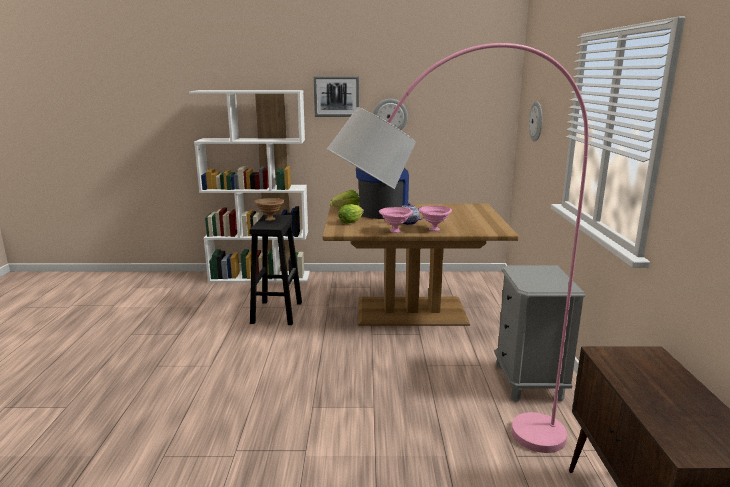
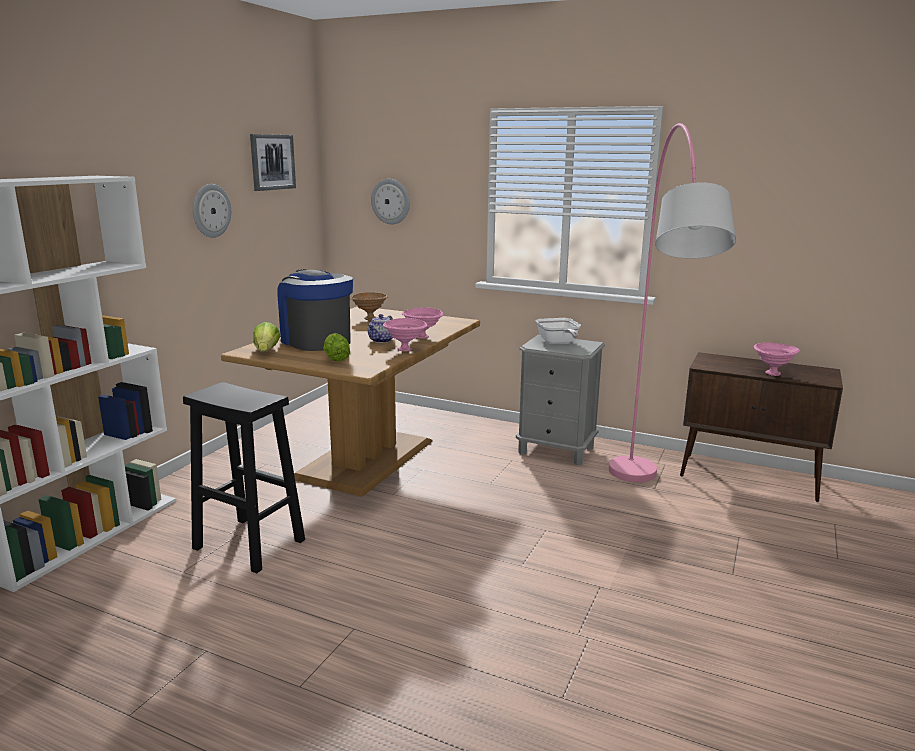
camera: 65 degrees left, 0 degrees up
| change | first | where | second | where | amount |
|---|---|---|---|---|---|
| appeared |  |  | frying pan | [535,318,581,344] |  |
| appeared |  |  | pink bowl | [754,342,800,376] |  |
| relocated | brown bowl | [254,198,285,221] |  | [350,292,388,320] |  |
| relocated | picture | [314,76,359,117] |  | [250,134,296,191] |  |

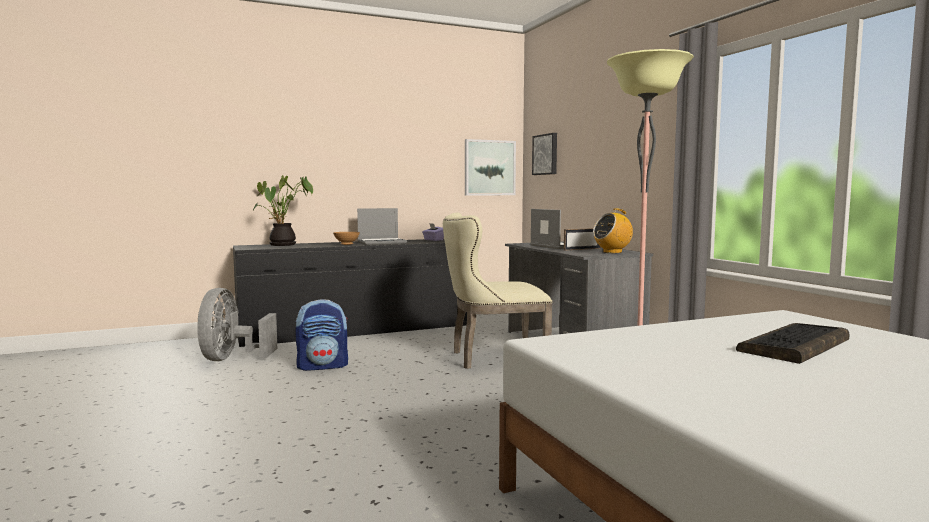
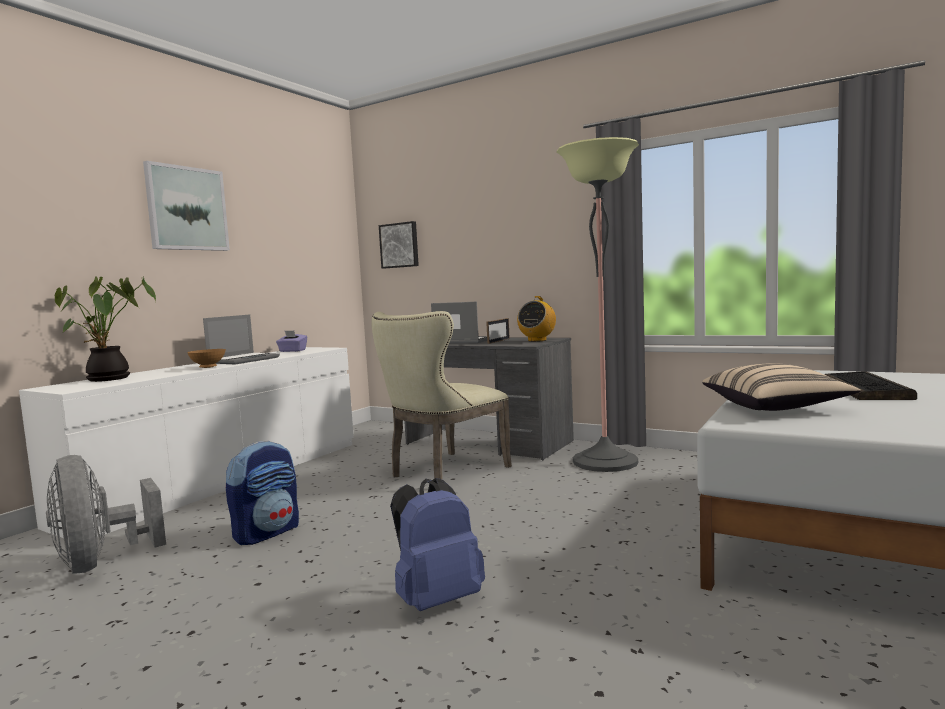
camera: 35 degrees left, 0 degrees up
| change | first | where | second | where | amount |
|---|---|---|---|---|---|
| appeared |  |  | blue backpack | [390,478,485,611] |  |
| appeared |  |  | beige pillow | [702,363,861,411] |  |
| relocated | picture | [465,139,516,195] |  | [143,161,230,251] |  |
| colour | black dresser | [233,239,467,347] | white dresser | [19,347,354,538] |  |

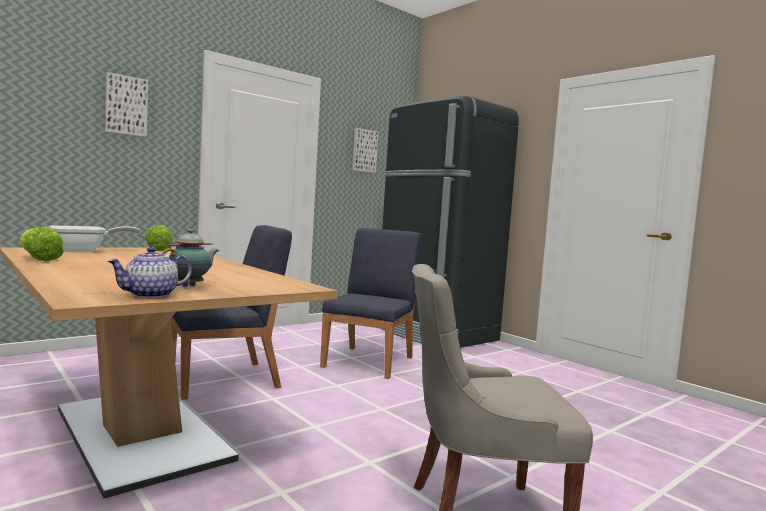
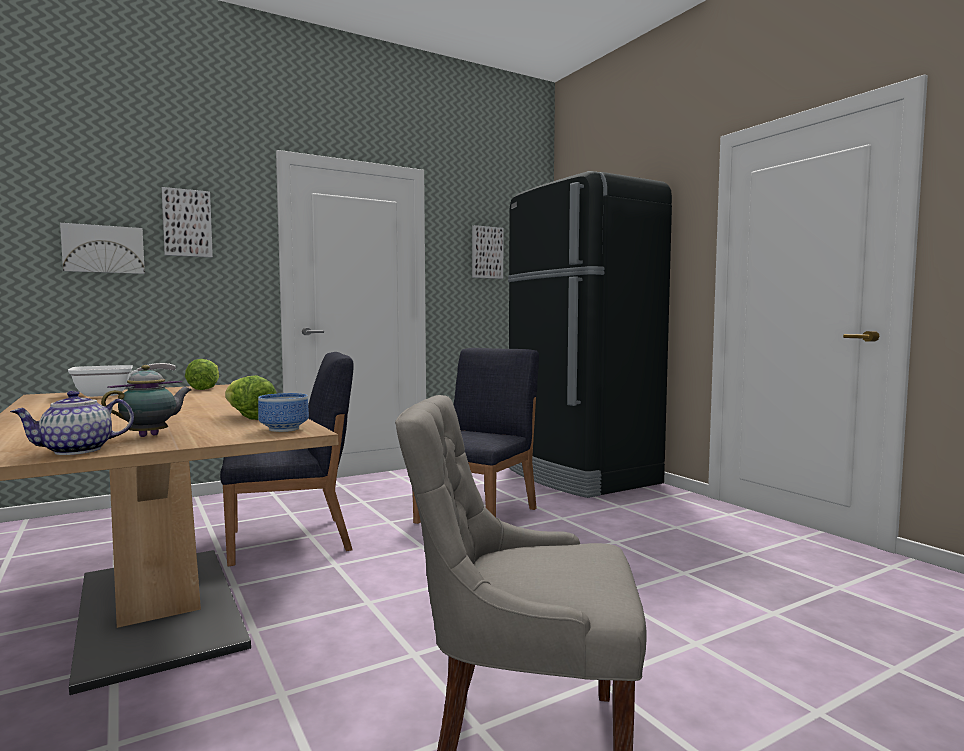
camera: 10 degrees right, 0 degrees up
| change | first | where | second | where | amount |
|---|---|---|---|---|---|
| appeared |  |  | picture | [60,223,145,274] |  |
| appeared |  |  | bowl | [258,393,309,432] |  |
| relocated | lettuce | [20,227,64,261] |  | [225,375,277,420] |  |

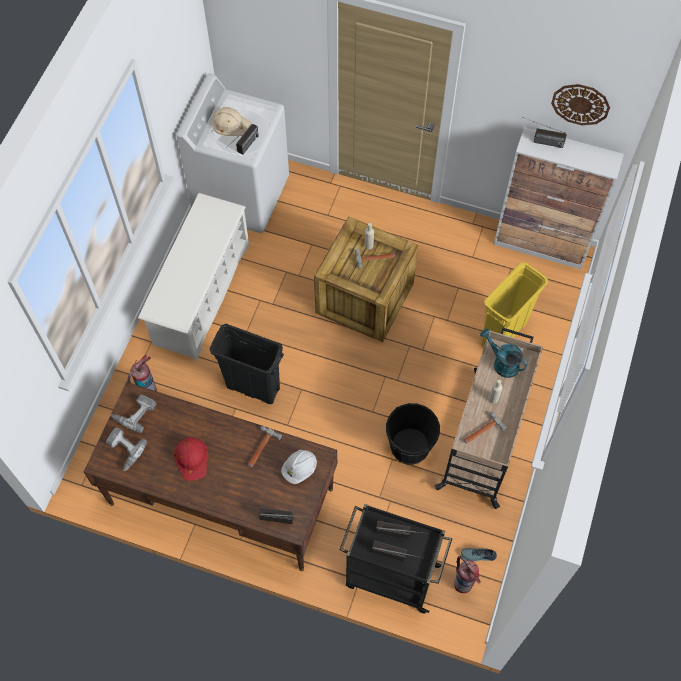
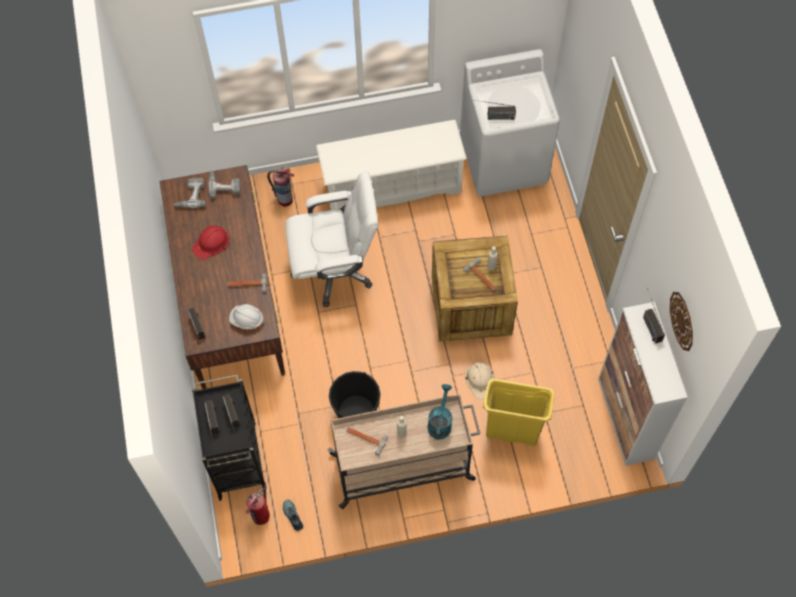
camera: 60 degrees right, 0 degrees up
| change | first | where | second | where | amount |
|---|---|---|---|---|---|
| relocated | beige hard hat | [212,107,252,136] |  | [464,362,494,399] |  |
| exchanged | black trash can | [210,324,284,404] | white office chair | [285,171,378,307] |  |

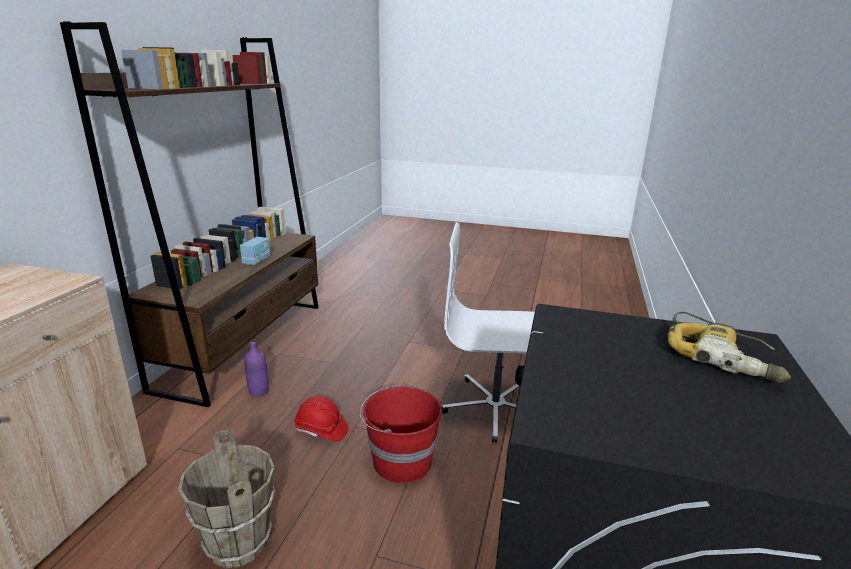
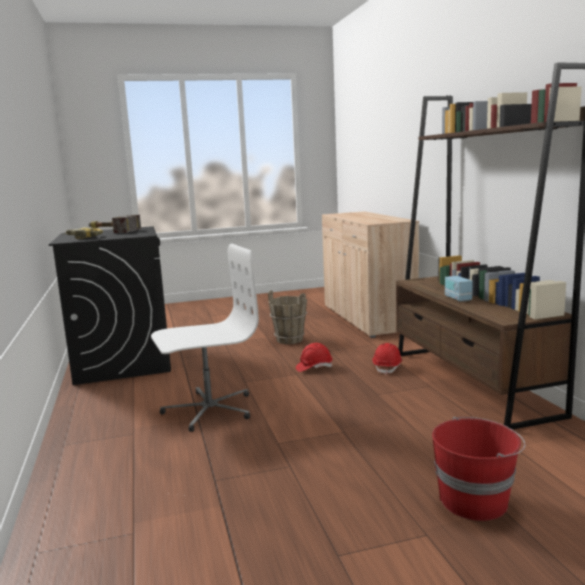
camera: 150 degrees right, 10 degrees down
| change | first | where | second | where | amount |
|---|---|---|---|---|---|
| appeared |  |  | hammer | [89,215,141,233] |  |
| relocated | red bucket | [359,385,442,483] |  | [432,417,525,521] |  |
| exchanged | purple bottle | [244,342,269,397] | red hard hat | [372,343,403,375] |  |

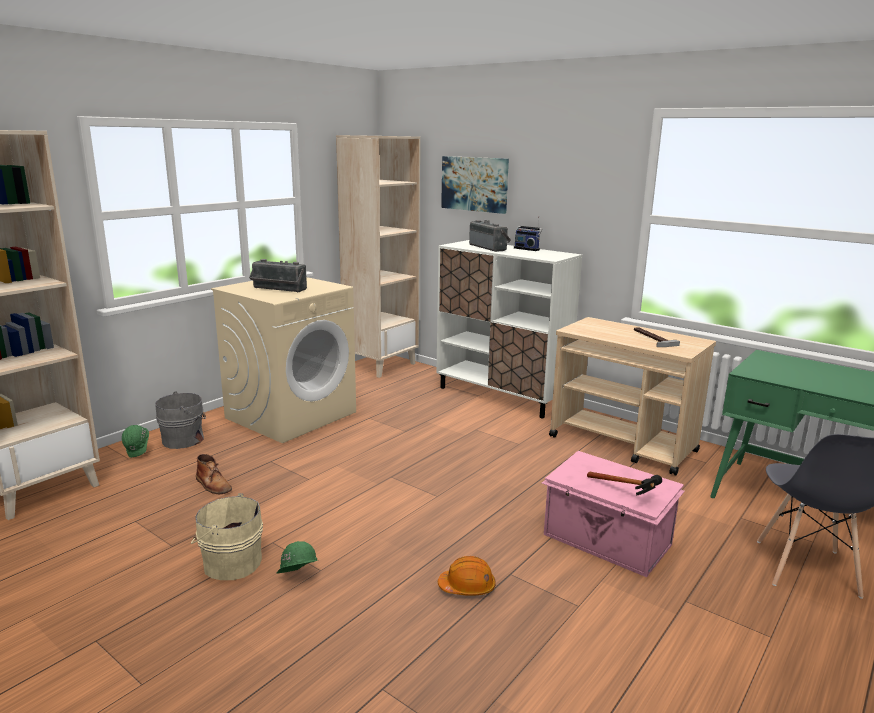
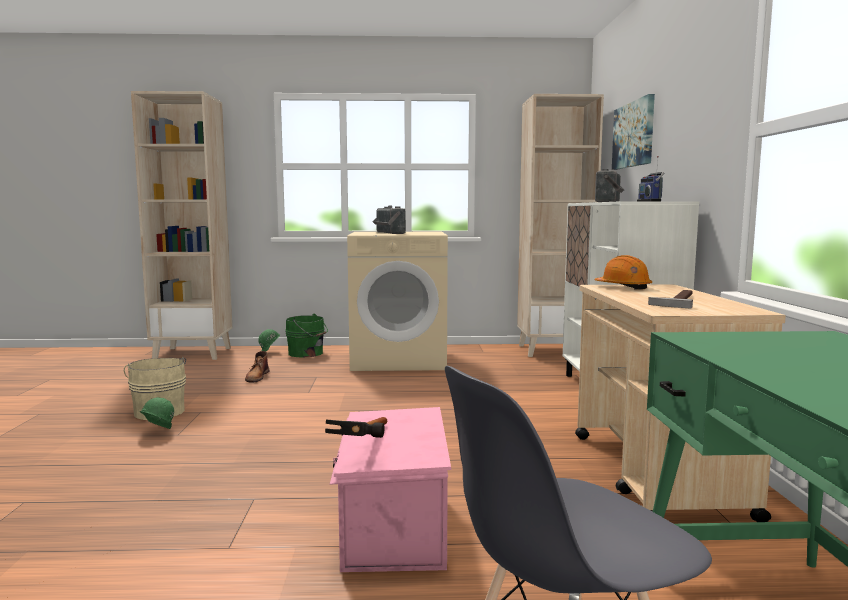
camera: 50 degrees right, 10 degrees down
| change | first | where | second | where | amount |
|---|---|---|---|---|---|
| relocated | orange hard hat | [438,556,496,596] |  | [595,255,652,290] |  |
| colour | grey bucket | [155,391,206,449] | green bucket | [285,314,328,357] |  |

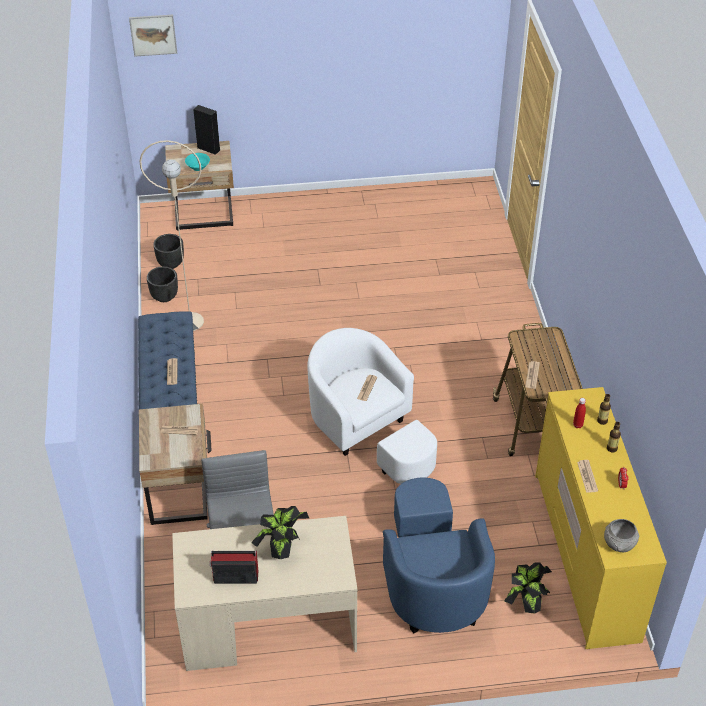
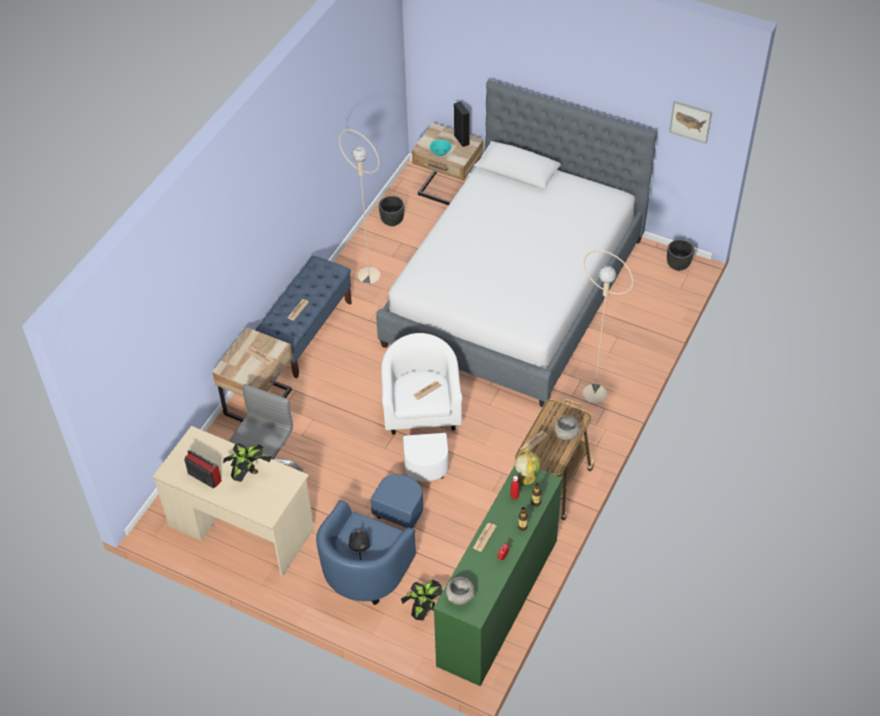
camera: 35 degrees right, 5 degrees up
| change | first | where | second | where | amount |
|---|---|---|---|---|---|
| appeared |  |  | black plush toy | [348,528,370,560] |  |
| appeared |  |  | bed | [376,80,657,407] |  |
| appeared |  |  | globe | [515,449,540,484] |  |
| appeared |  |  | grey bowl | [554,415,581,441] |  |
| appeared |  |  | beige floor lamp | [582,250,633,404] |  |
| relocated | picture | [129,15,177,57] |  | [669,101,712,144] |  |
| relocated | black planter | [147,266,178,302] |  | [667,239,694,271] |  |
| colour | yellow dresser | [535,387,667,649] | green dresser | [433,466,562,686] |  |

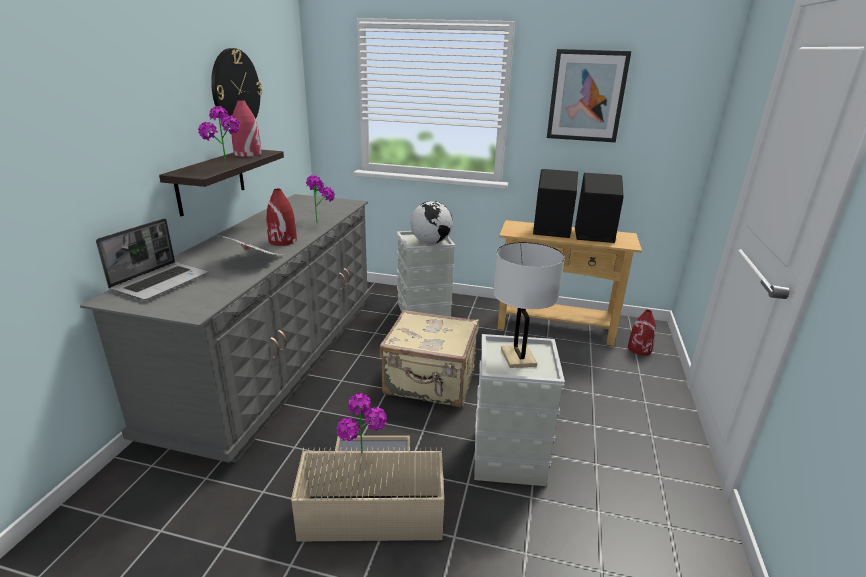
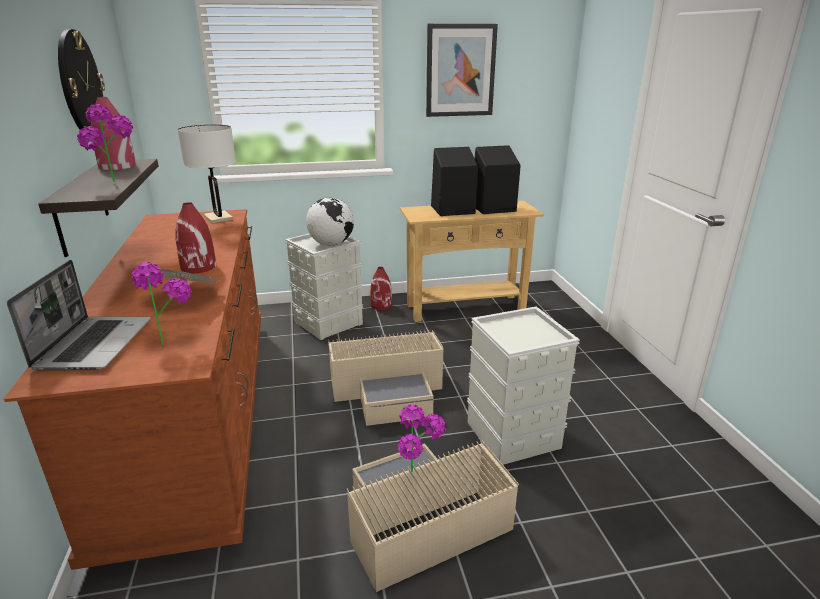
camera: 25 degrees left, 0 degrees up
| change | first | where | second | where | amount |
|---|---|---|---|---|---|
| relocated | potted plant | [306,175,335,223] |  | [131,262,192,345] |  |
| relocated | white table lamp | [493,242,565,368] |  | [178,125,236,223] |  |
| relocated | red vase | [628,310,656,355] |  | [370,267,392,310] |  |
| exchanged | beige suitcase | [379,310,479,407] | beige storage box | [329,330,444,426] |  |
| colour | grey dresser | [80,194,370,463] | brown dresser | [4,209,261,570] |  |

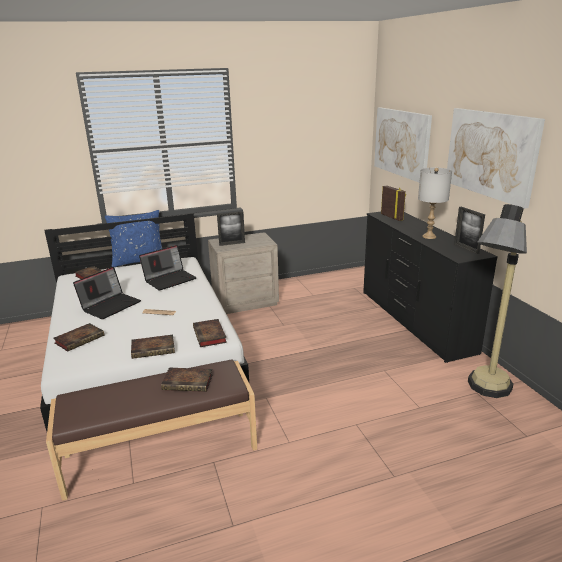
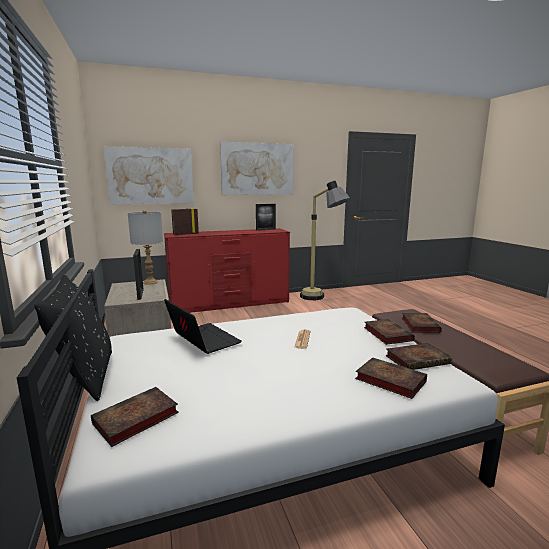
camera: 90 degrees left, 10 degrees down
| change | first | where | second | where | amount |
|---|---|---|---|---|---|
| missing | laptop | [73,267,141,319] |  |  |  |
| relocated | book | [193,319,227,347] |  | [385,343,452,370] |  |
| relocated | grey table lamp | [418,168,452,239] |  | [128,210,163,285] |  |
| colour | blue pillow | [105,210,162,267] | black pillow | [34,275,112,401] |  |
| colour | black dresser | [363,212,498,363] | red dresser | [164,228,290,313] |  |

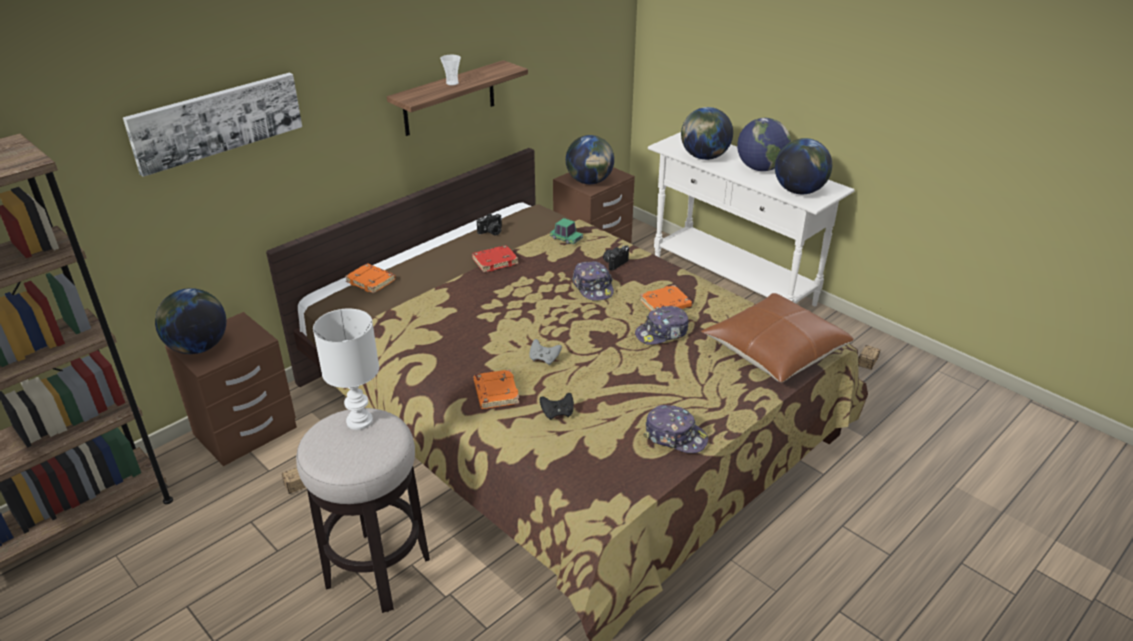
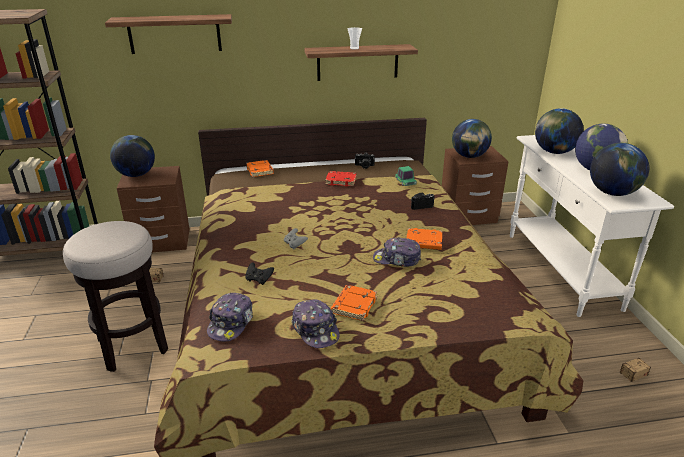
camera: 35 degrees right, 5 degrees down
| change | first | where | second | where | amount |
|---|---|---|---|---|---|
| missing | white table lamp | [313,309,379,430] |  |  |  |
| missing | brown pillow | [701,293,854,383] |  |  |  |
| relocated | orange book | [473,369,519,409] |  | [331,285,377,321] |  |
| relocated | cap | [572,261,614,301] |  | [207,293,253,341] |  |
| exchanged | picture | [123,73,302,177] | shelf | [105,14,232,54] |  |

